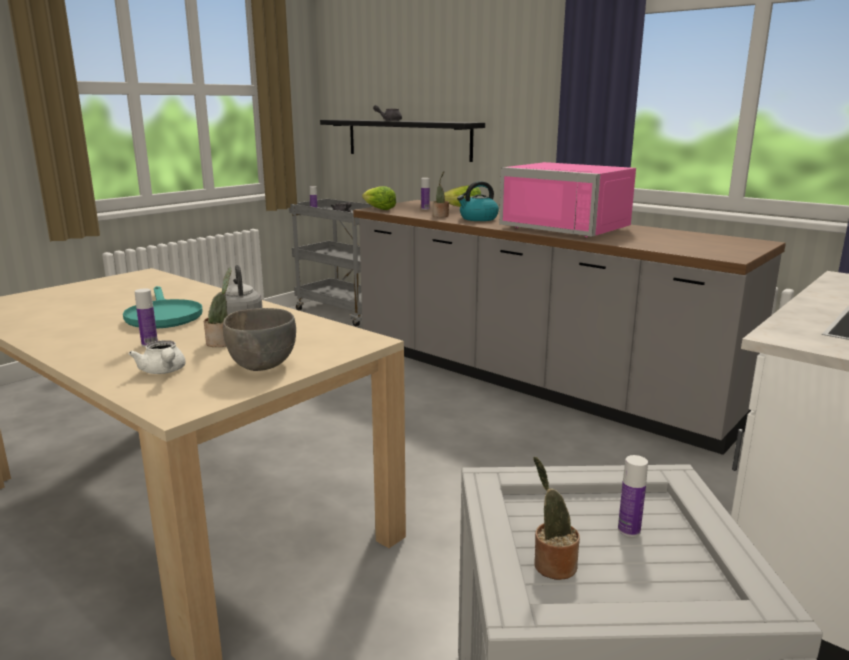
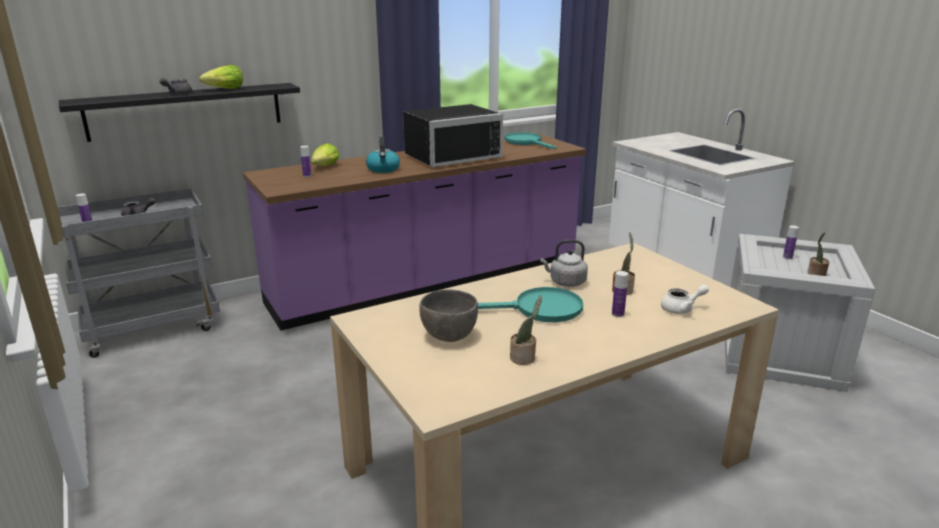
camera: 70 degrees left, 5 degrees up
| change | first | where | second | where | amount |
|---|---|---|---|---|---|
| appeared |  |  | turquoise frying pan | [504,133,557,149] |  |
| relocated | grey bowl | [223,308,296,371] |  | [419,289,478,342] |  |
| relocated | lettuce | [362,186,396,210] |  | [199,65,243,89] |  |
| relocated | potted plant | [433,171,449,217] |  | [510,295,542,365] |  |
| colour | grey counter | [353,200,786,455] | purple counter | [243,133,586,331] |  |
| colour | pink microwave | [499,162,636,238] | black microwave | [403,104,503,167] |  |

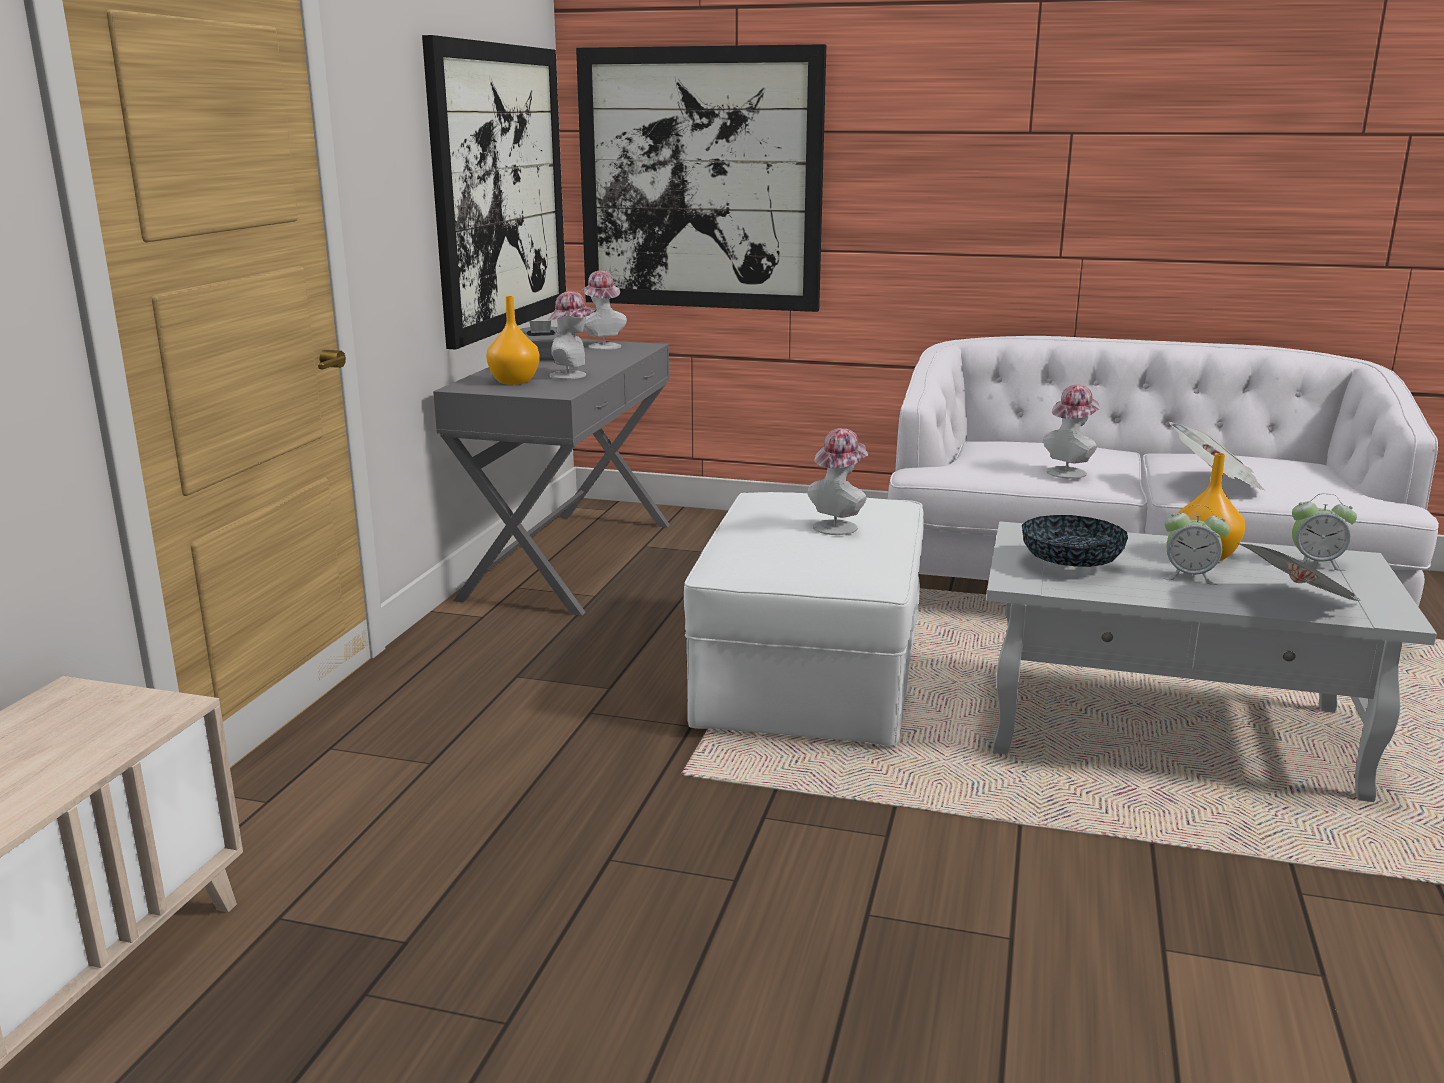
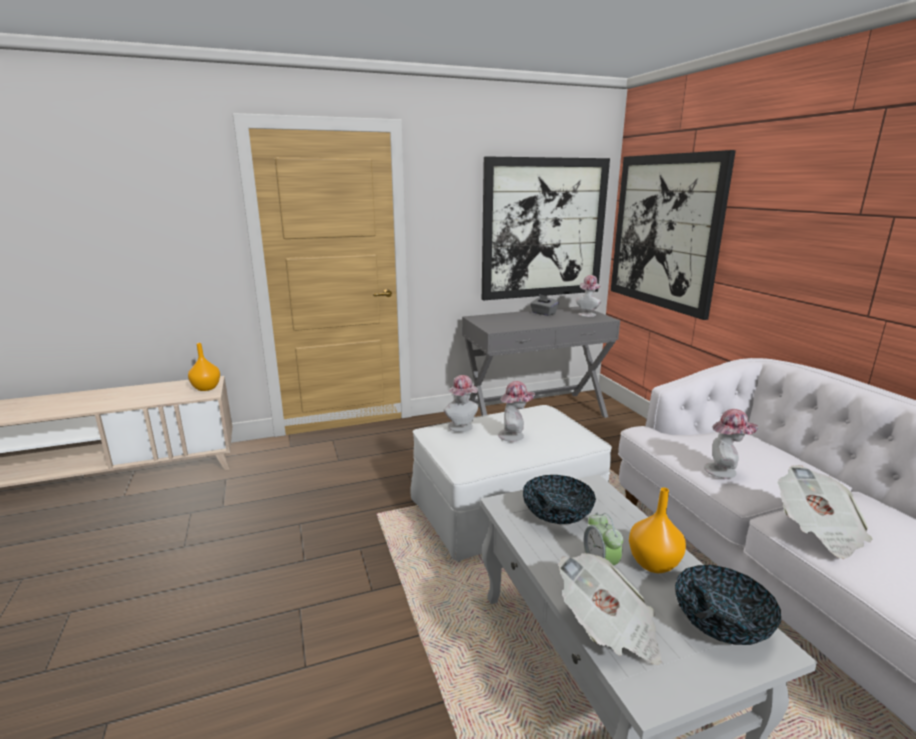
camera: 55 degrees right, 0 degrees up
| change | first | where | second | where | amount |
|---|---|---|---|---|---|
| relocated | orange vase | [486,296,540,385] |  | [188,343,220,391] |  |
| relocated | hat | [548,291,597,379] |  | [444,375,478,432] |  |
| exchanged | alarm clock | [1292,493,1357,571] | bowl | [675,565,781,645] |  |

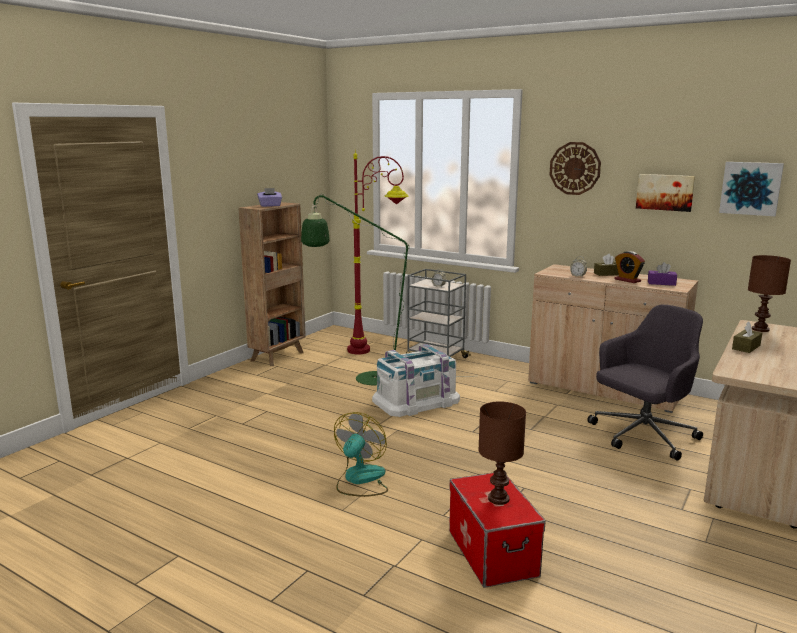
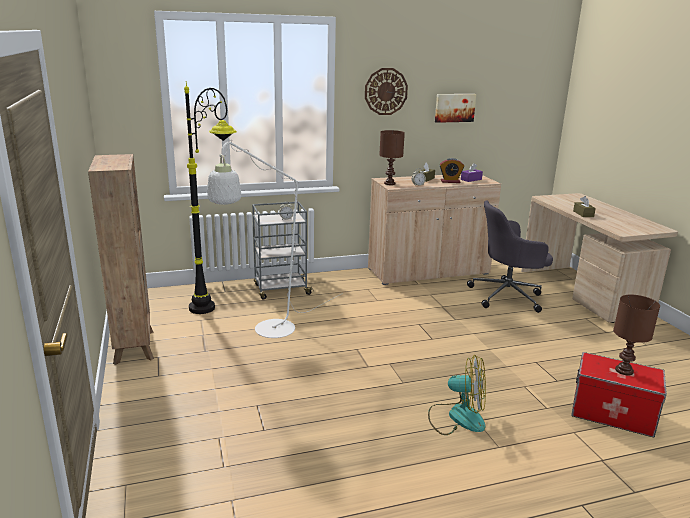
camera: 50 degrees left, 5 degrees up
| change | first | where | second | where | amount |
|---|---|---|---|---|---|
| missing | purple tissue box | [257,188,282,207] |  |  |  |
| missing | white storage box | [372,344,460,417] |  |  |  |
| missing | picture | [719,162,784,216] |  |  |  |
| relocated | brown table lamp | [748,255,791,332] |  | [379,130,405,185] |  |
| colour | green floor lamp | [301,194,469,385] | white floor lamp | [207,140,343,338] |  |
| colour | red floor lamp | [347,150,409,355] | black floor lamp | [184,81,237,314] |  |
| spun | fan | [334,412,388,497] |  | [428,355,486,435] | 135 degrees clockwise |
| spun | grey office chair | [587,305,703,461] |  | [467,200,553,313] | 105 degrees counterclockwise |

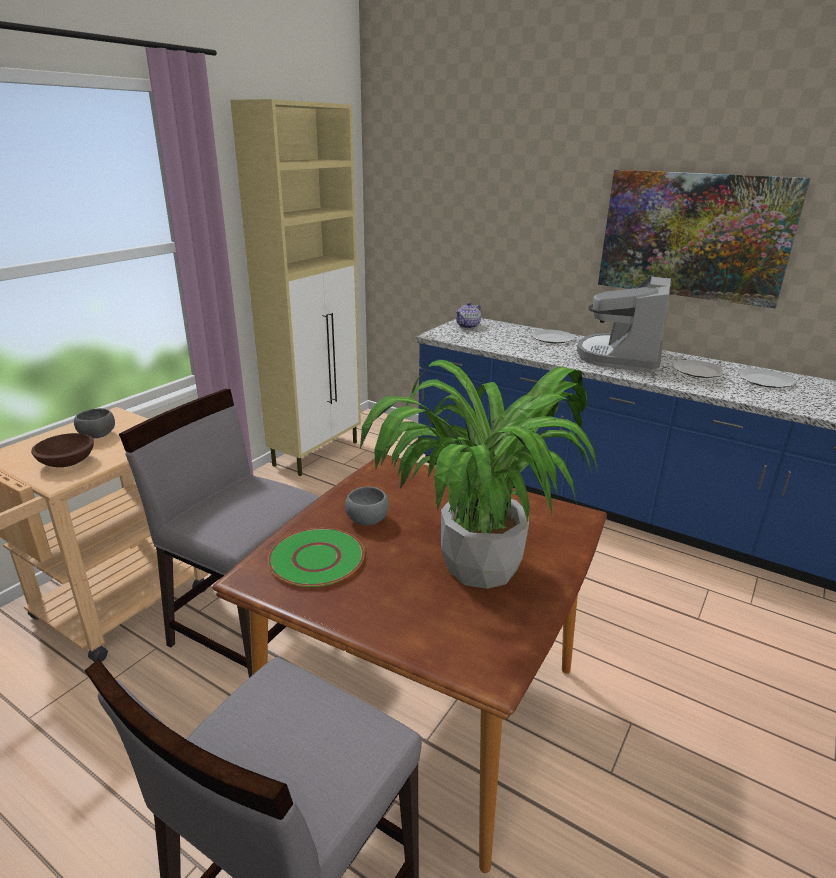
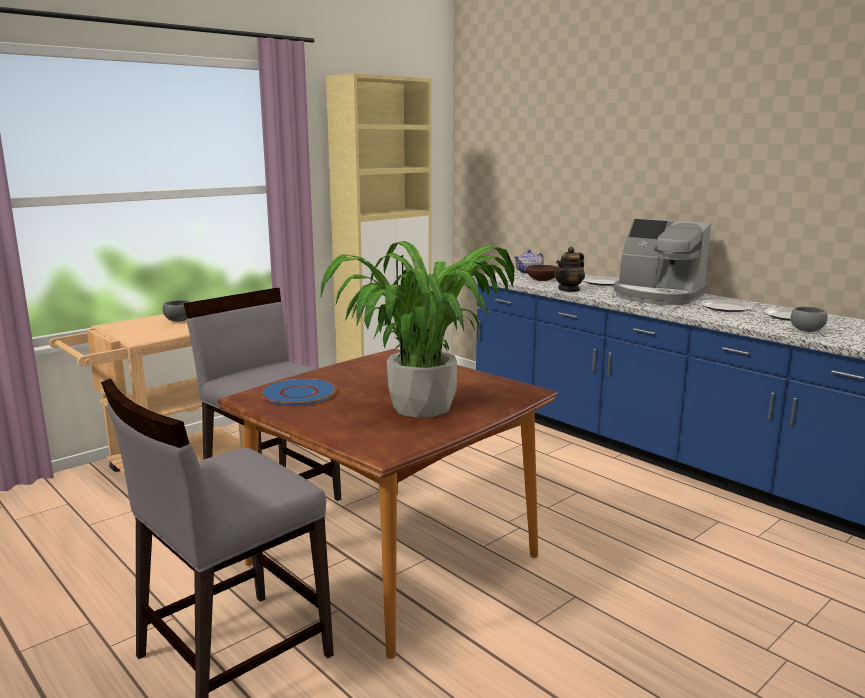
camera: 15 degrees right, 10 degrees down
| change | first | where | second | where | amount |
|---|---|---|---|---|---|
| missing | picture | [598,169,811,308] |  |  |  |
| appeared |  |  | teapot | [555,247,585,292] |  |
| relocated | brown bowl | [31,433,94,467] |  | [526,265,557,281] |  |
| relocated | grey bowl | [345,487,389,526] |  | [790,307,828,332] |  |
| colour | green plate | [268,528,365,587] | blue plate | [261,378,337,406] |  |
| spun | coffee machine | [577,275,671,373] |  | [614,219,711,305] | 90 degrees counterclockwise |

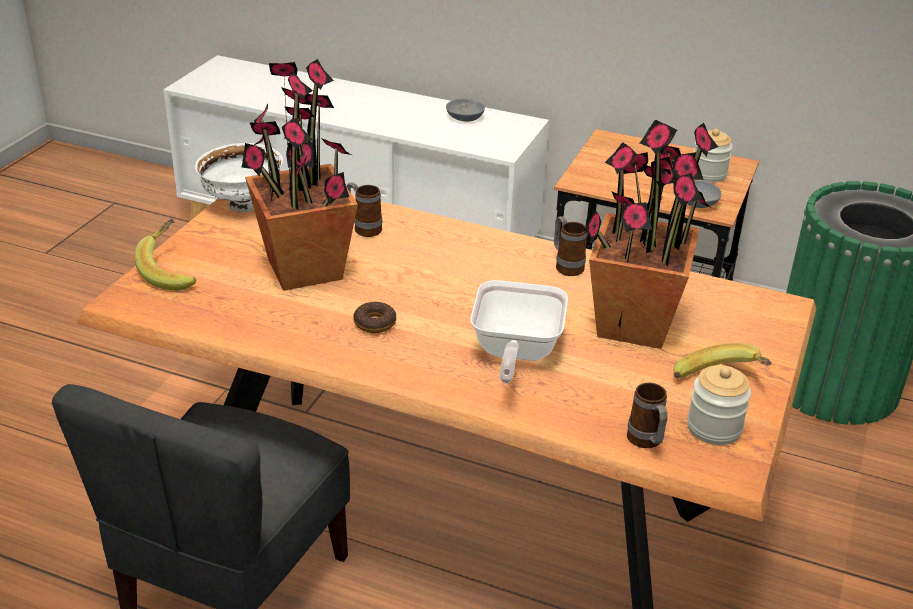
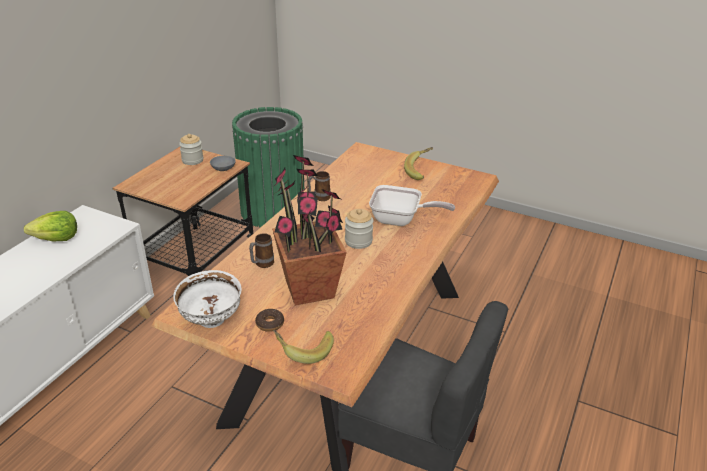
camera: 85 degrees left, 0 degrees up
| change | first | where | second | where | amount |
|---|---|---|---|---|---|
| missing | potted plant | [584,120,718,349] |  |  |  |
| missing | mug | [627,383,667,448] |  |  |  |
| relocated | donut | [353,302,396,333] |  | [255,309,284,332] |  |
| relocated | jar | [687,365,751,445] |  | [345,209,373,249] |  |
| exchanged | grey bowl | [446,99,485,122] | lettuce | [24,211,77,241] |  |

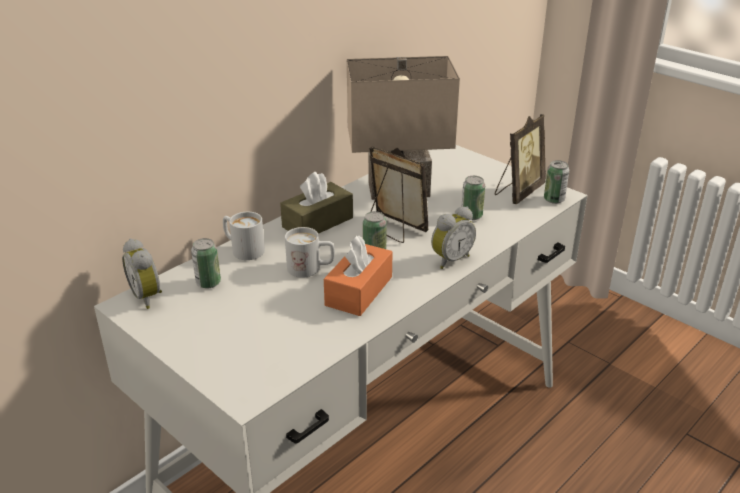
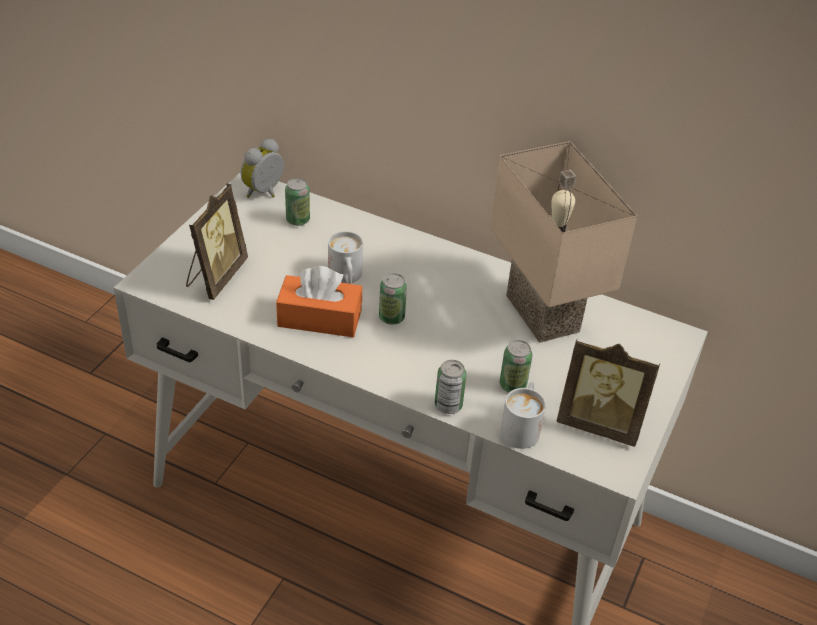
camera: 70 degrees right, 10 degrees up
| change | first | where | second | where | amount |
|---|---|---|---|---|---|
| missing | brown tissue box | [280,171,353,234] |  |  |  |
| missing | alarm clock | [431,206,476,269] |  |  |  |
| relocated | white mug | [223,212,265,260] |  | [500,382,546,449] |  |
| relocated | picture frame | [370,146,429,243] |  | [186,184,248,300] |  |
| relocated | can | [544,160,569,204] |  | [435,360,467,414] |  |

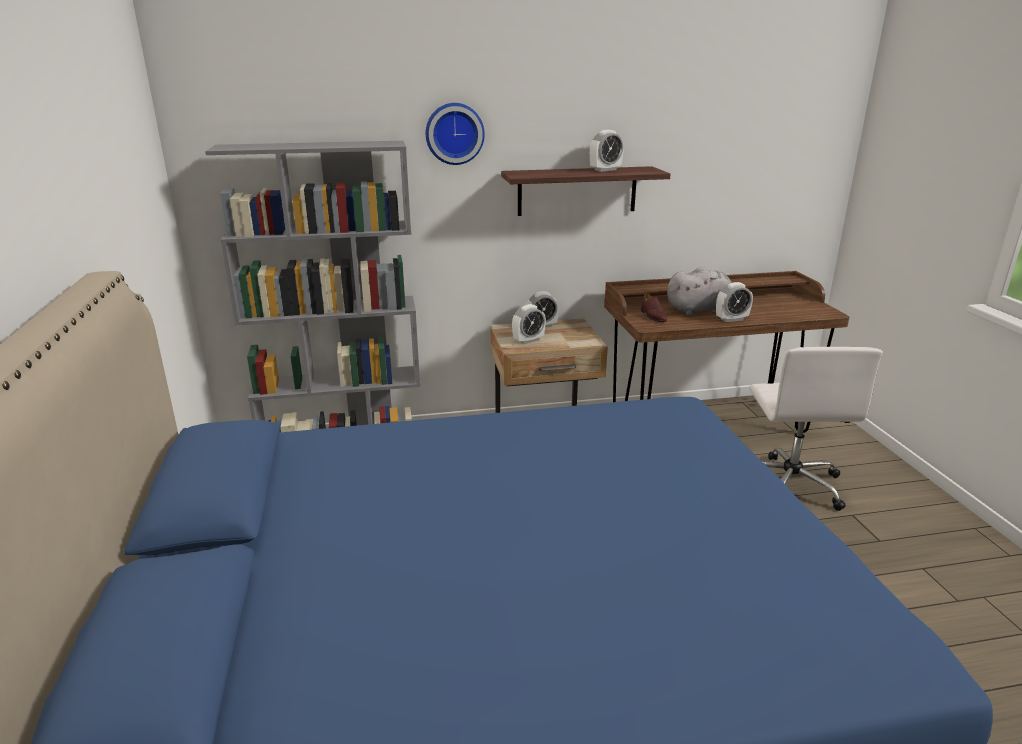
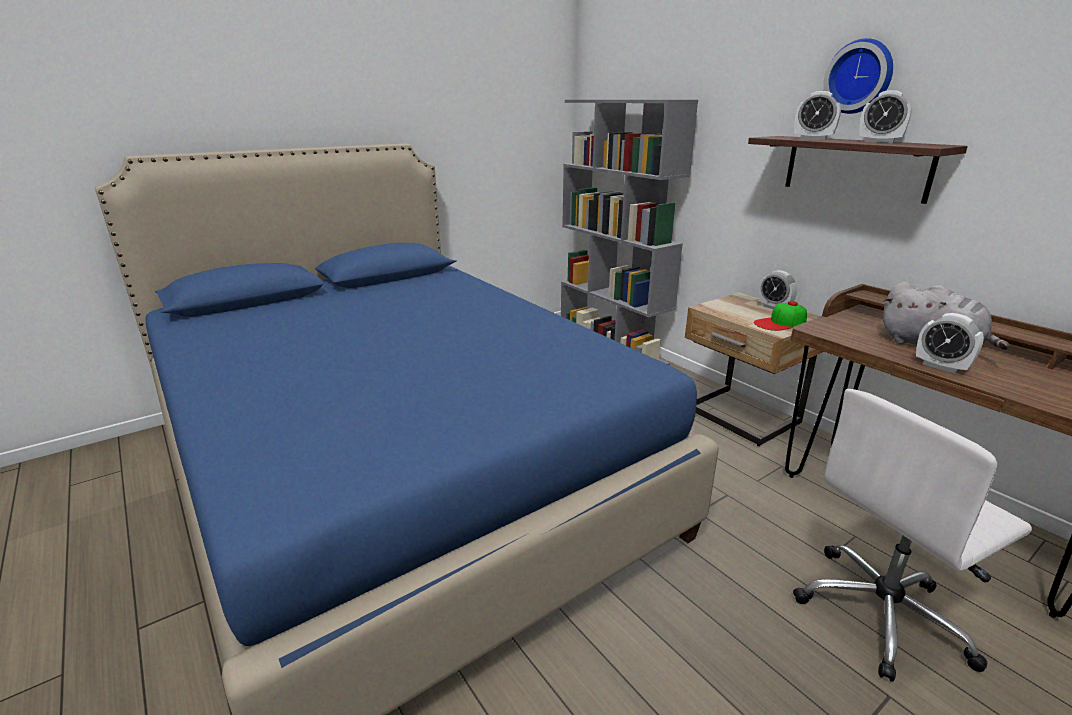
camera: 65 degrees right, 0 degrees up
| change | first | where | second | where | amount |
|---|---|---|---|---|---|
| missing | brown shoe | [641,293,667,322] |  |  |  |
| appeared |  |  | cap | [754,301,807,331] |  |
| relocated | wall clock | [426,103,485,165] |  | [823,38,893,114] |  |
| relocated | alarm clock | [512,304,546,344] |  | [794,91,841,140] |  |

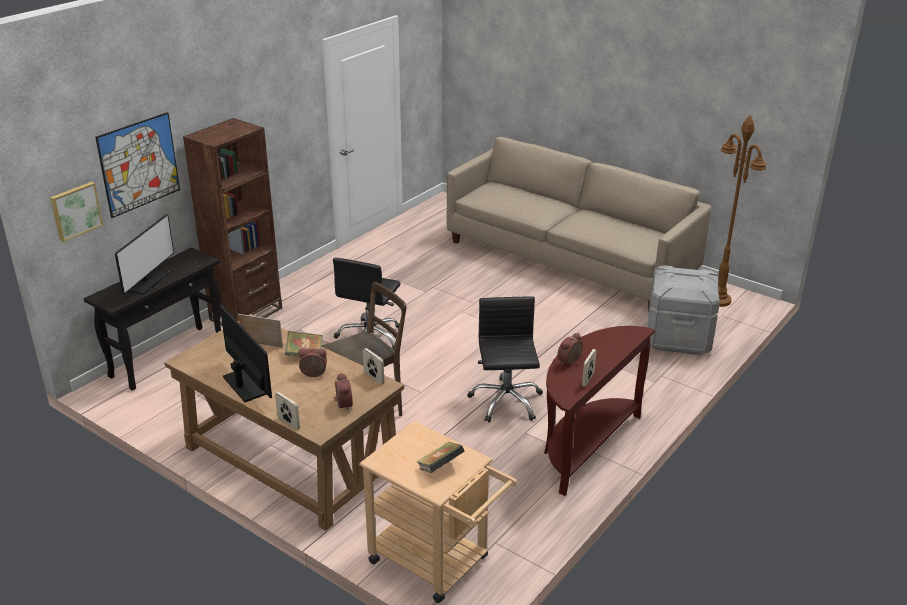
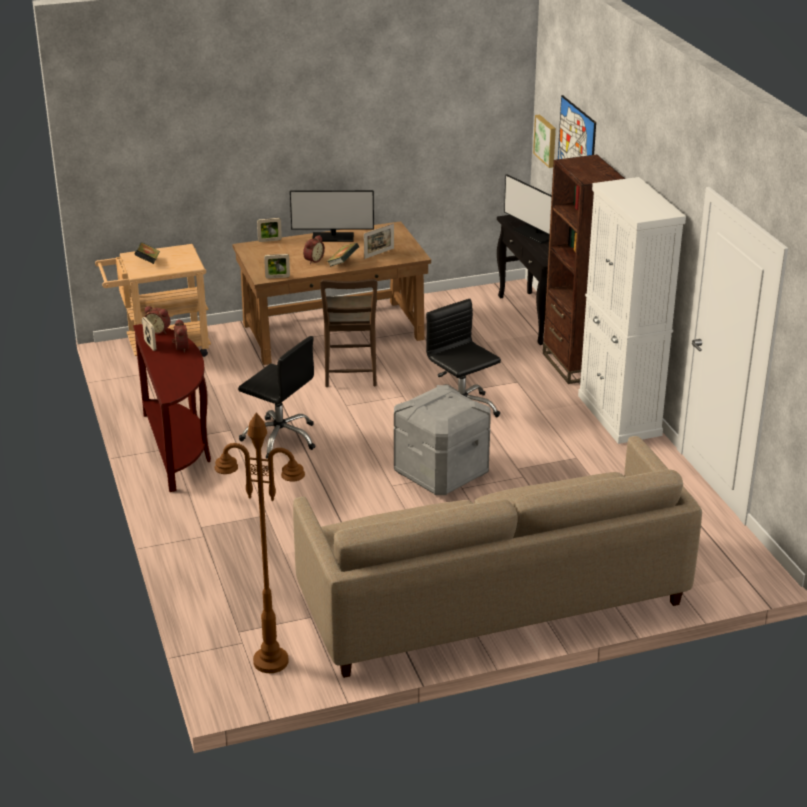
camera: 125 degrees right, 0 degrees up
| change | first | where | second | where | amount |
|---|---|---|---|---|---|
| appeared |  |  | white cabinet | [578,177,686,444] |  |
| relocated | alarm clock | [334,373,353,411] |  | [145,306,171,334] |  |
| relocated | grey storage box | [647,265,720,355] |  | [394,385,491,495] |  |

